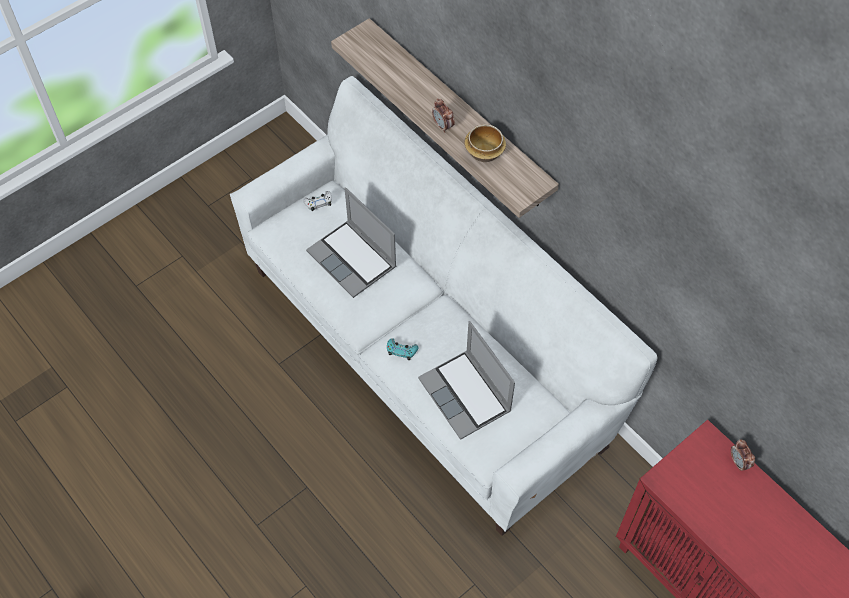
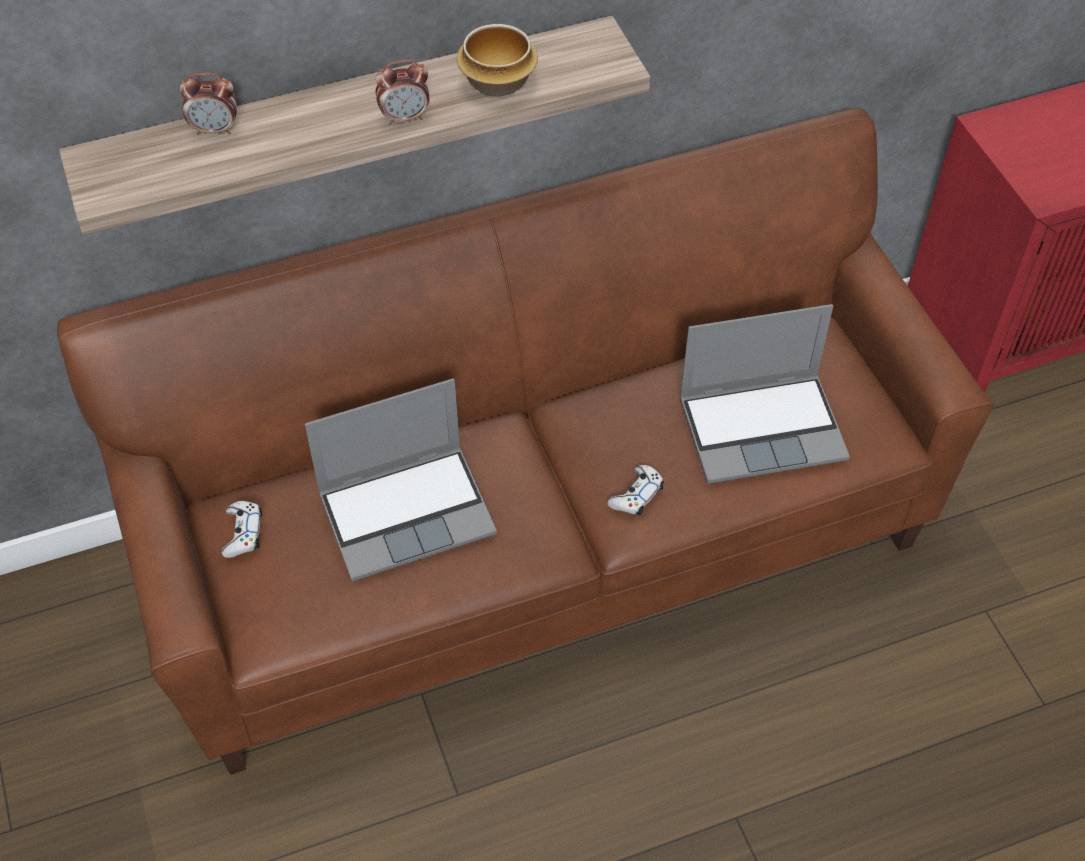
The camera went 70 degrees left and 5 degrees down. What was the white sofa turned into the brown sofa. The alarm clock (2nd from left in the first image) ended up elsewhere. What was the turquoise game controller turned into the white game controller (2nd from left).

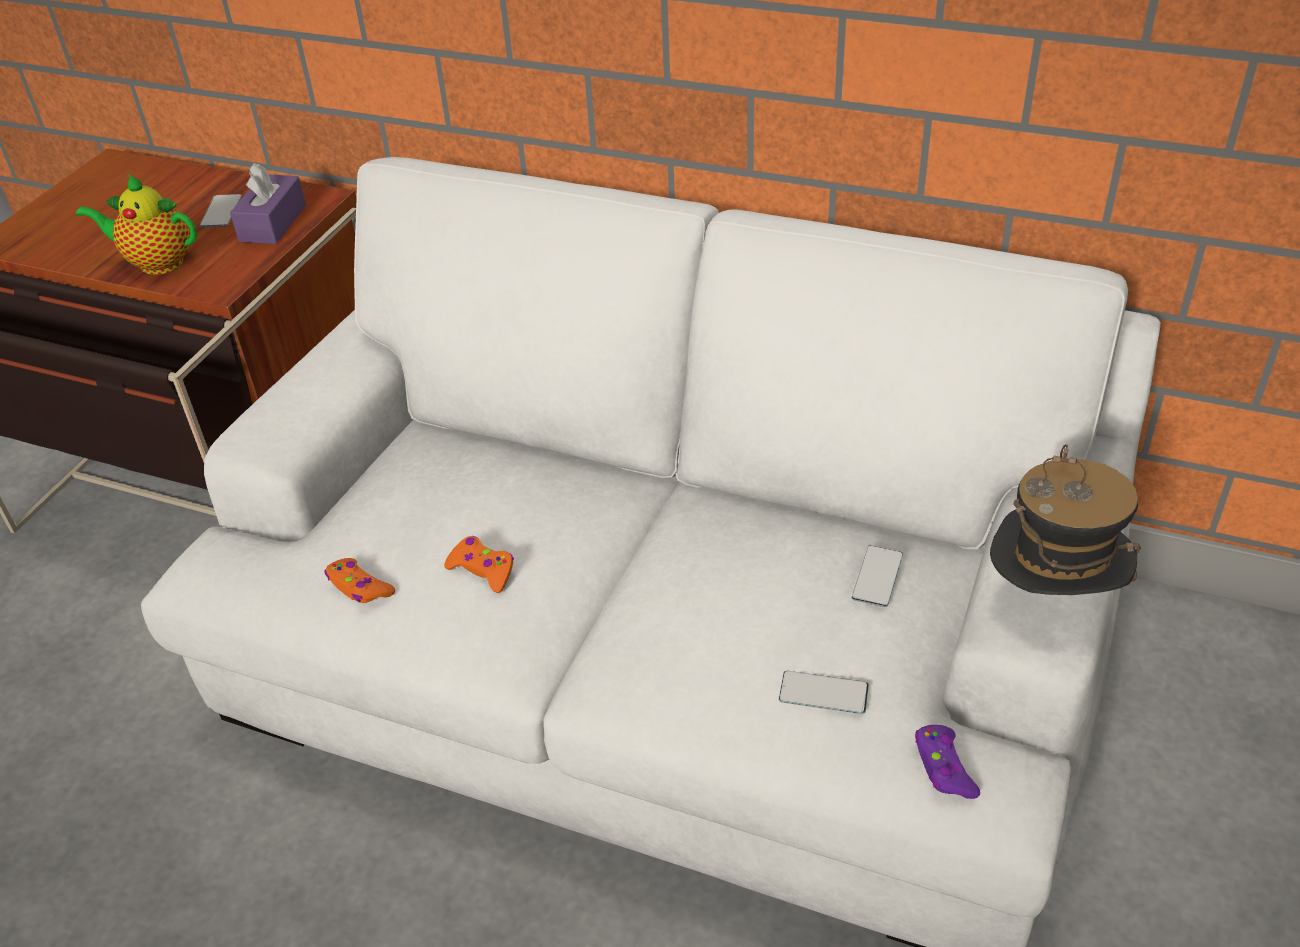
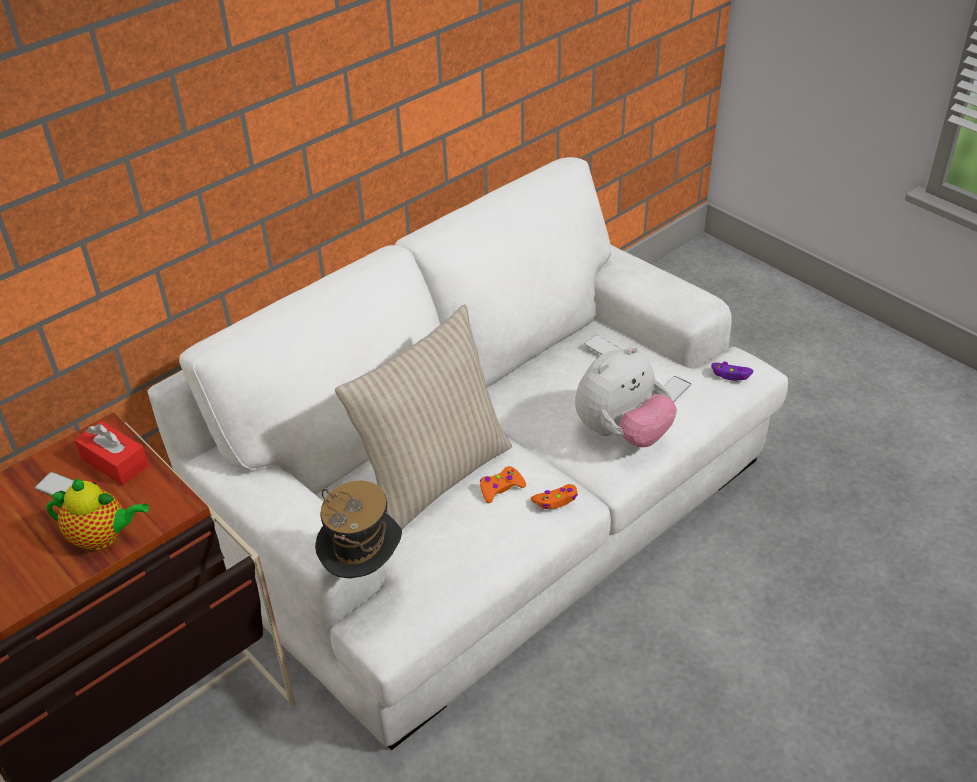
The camera went 65 degrees left and 0 degrees up. The teapot ended up facing another way, 120 degrees counterclockwise from before. What was the purple tissue box turned into the red tissue box. The hat ended up elsewhere. The second view gained the beige pillow. The orange game controller (1st from left in the first image) ended up elsewhere. The second view gained the plush toy.

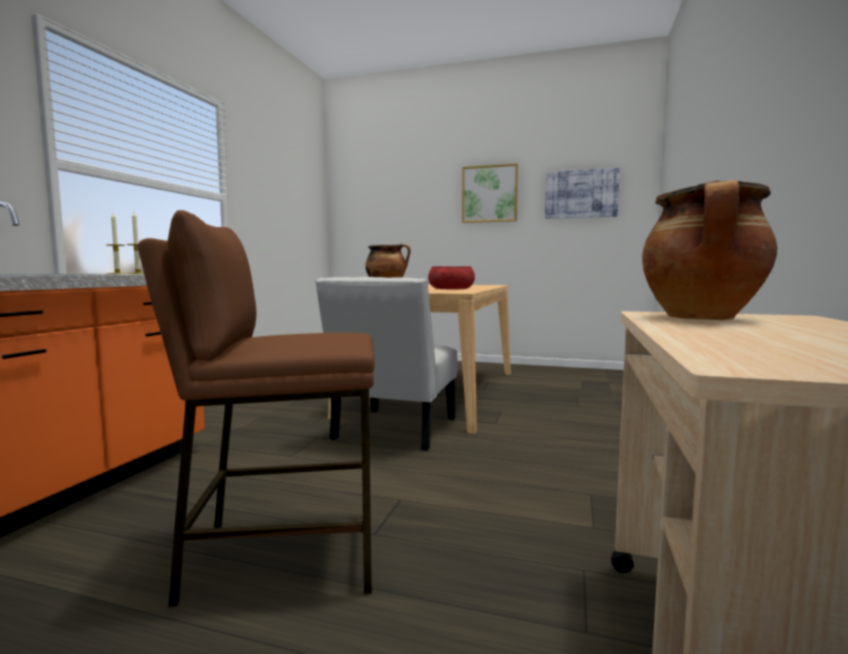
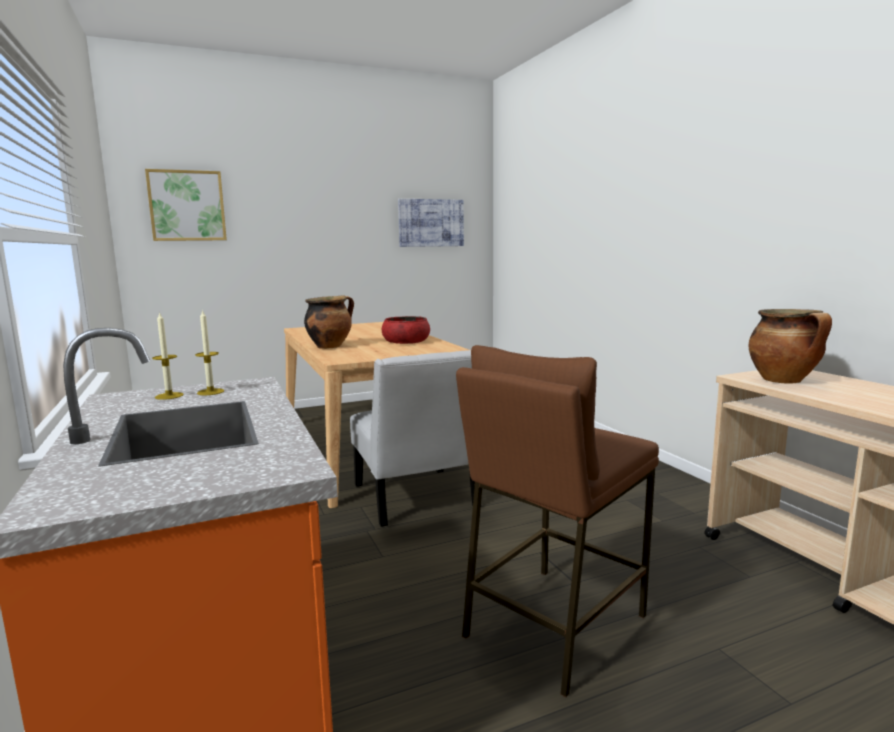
The camera went 40 degrees left and 5 degrees up. The picture (1st from left) ended up elsewhere.

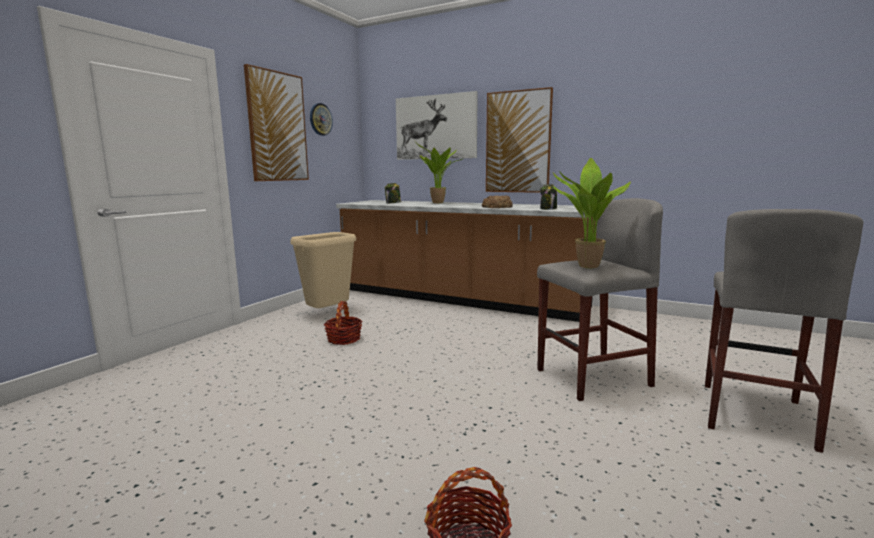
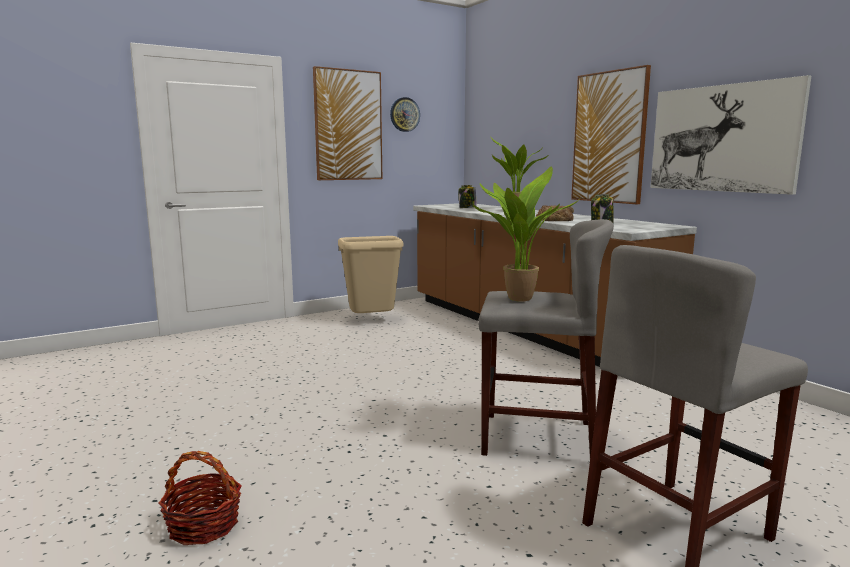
The camera went 30 degrees right and 0 degrees up. The picture (2nd from left in the first image) ended up elsewhere. The second view lost the basket (1st from left).

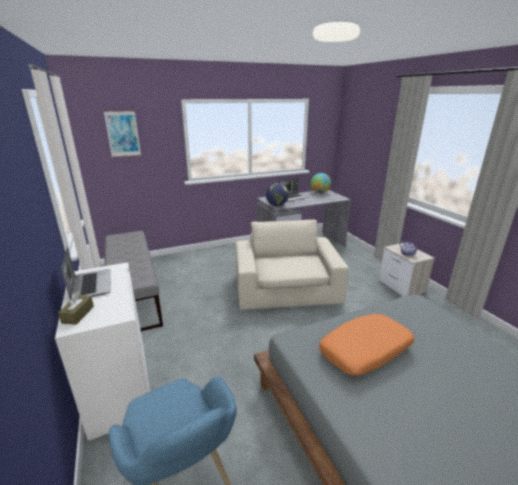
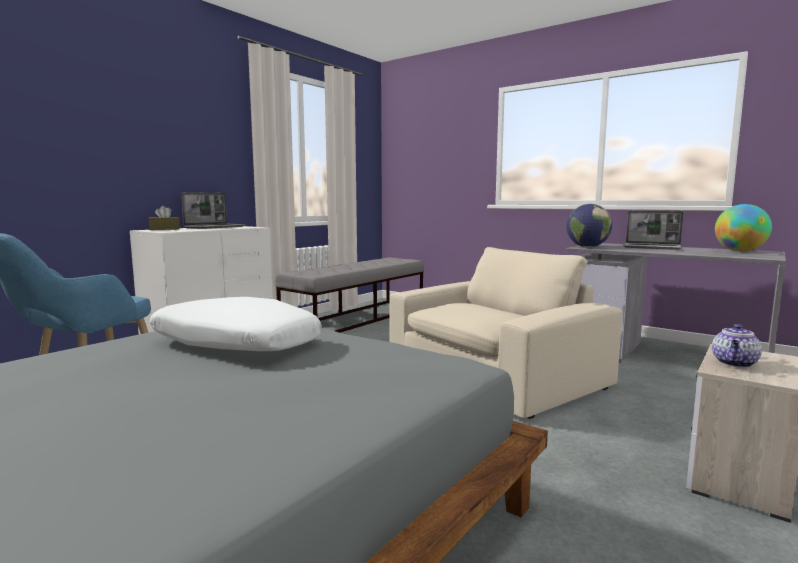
The camera went 60 degrees right and 15 degrees down. What was the orange pillow turned into the white pillow. The second view lost the picture.

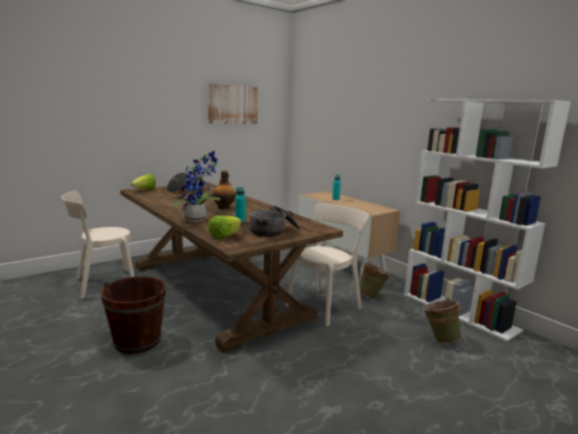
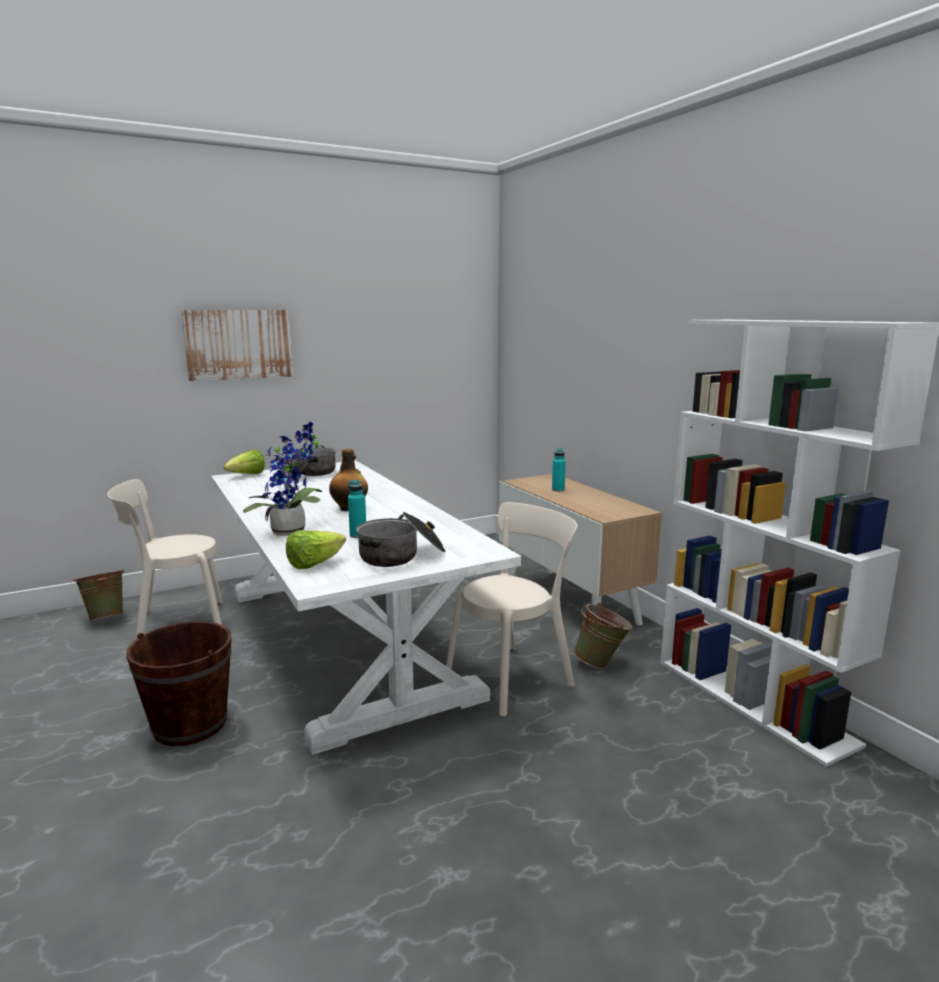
The camera went 10 degrees right and 0 degrees up. The green bucket (2nd from left in the first image) ended up elsewhere. The picture ended up elsewhere. What was the brown dining table turned into the white dining table.

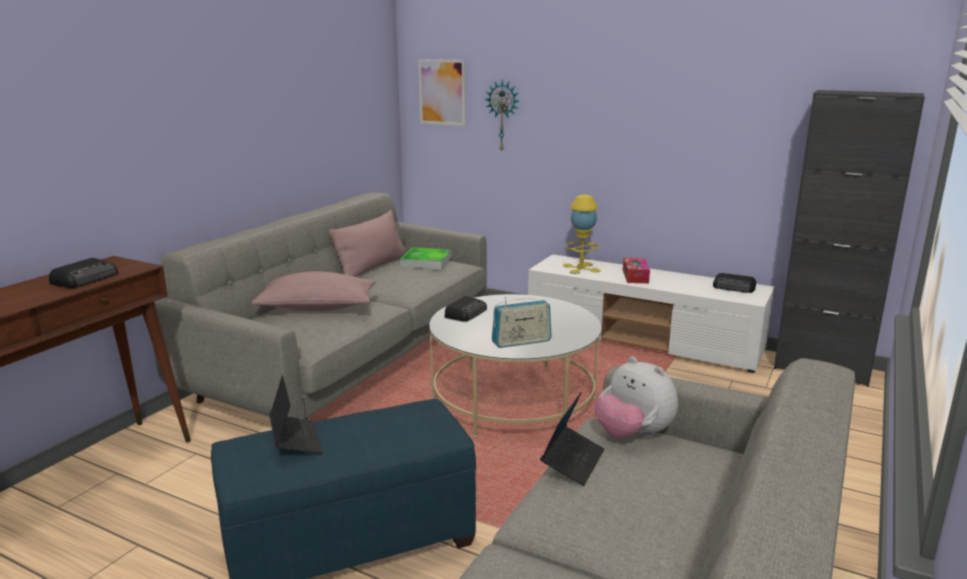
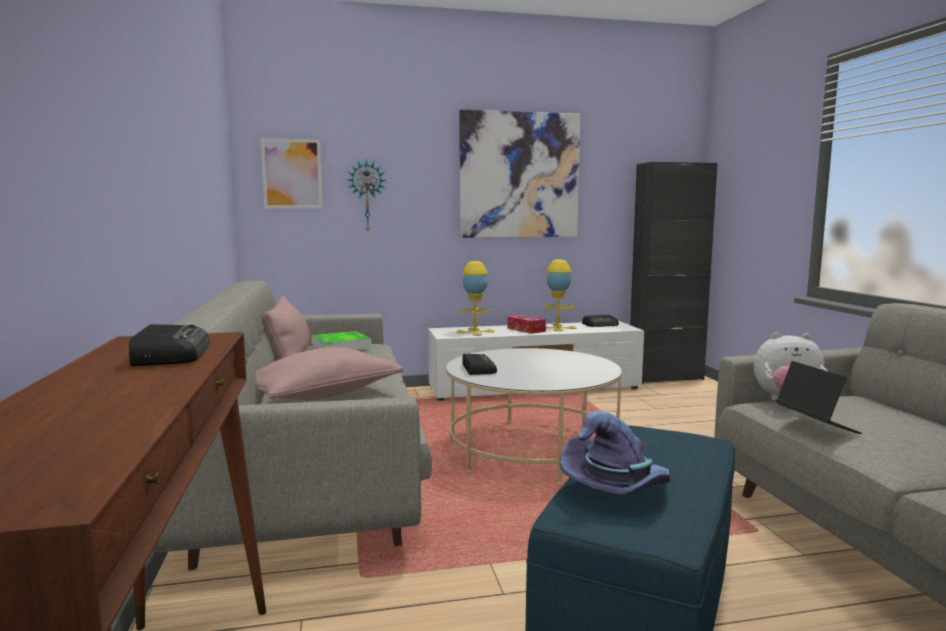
The camera went 40 degrees left and 10 degrees down. The second view gained the picture (2nd from left). The second view gained the yellow table lamp (2nd from left). Where the laptop (1st from left) stood, the purple hat came to stand. The second view lost the radio (3rd from left).

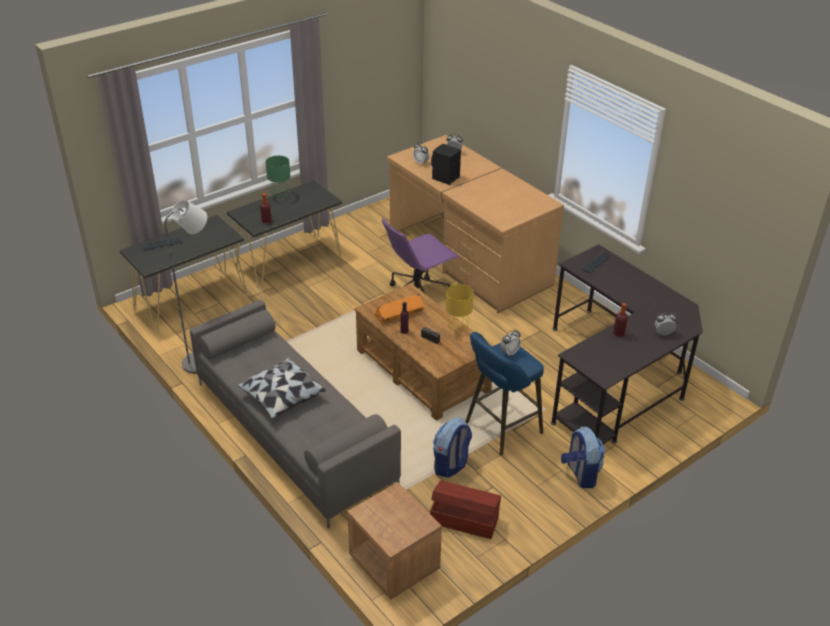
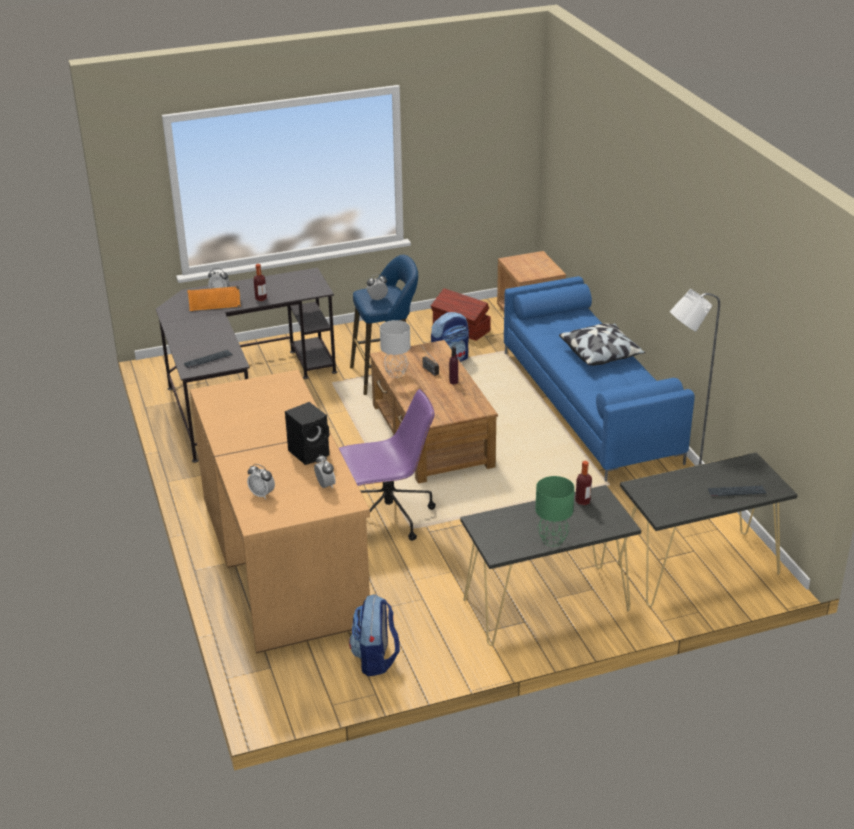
The camera went 160 degrees left and 5 degrees down. The orange speaker ended up elsewhere. The backpack (2nd from left in the first image) ended up elsewhere. What was the yellow table lamp turned into the grey table lamp. What was the grey sofa turned into the blue sofa.

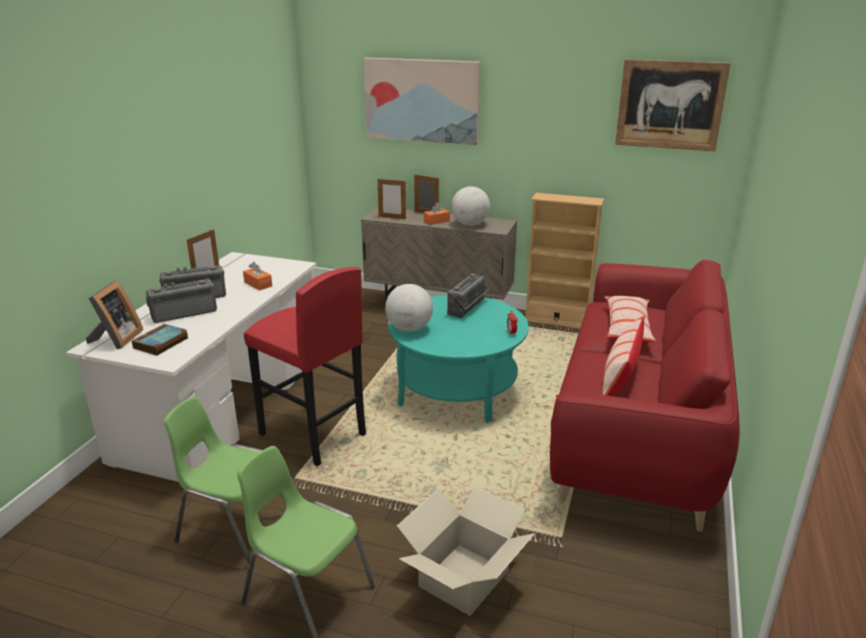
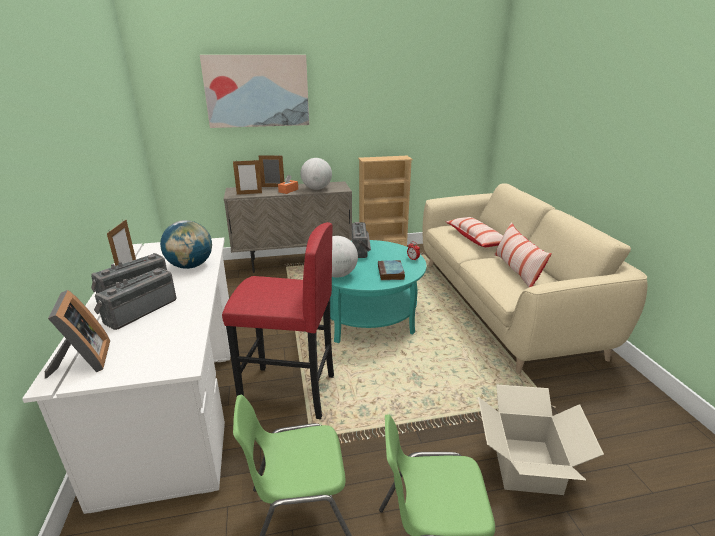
The camera went 30 degrees left and 0 degrees up. Where the orange tissue box (1st from left) stood, the globe (1st from left) came to stand. The book ended up elsewhere. What was the red sofa turned into the beige sofa. The second view lost the picture (2nd from left).

